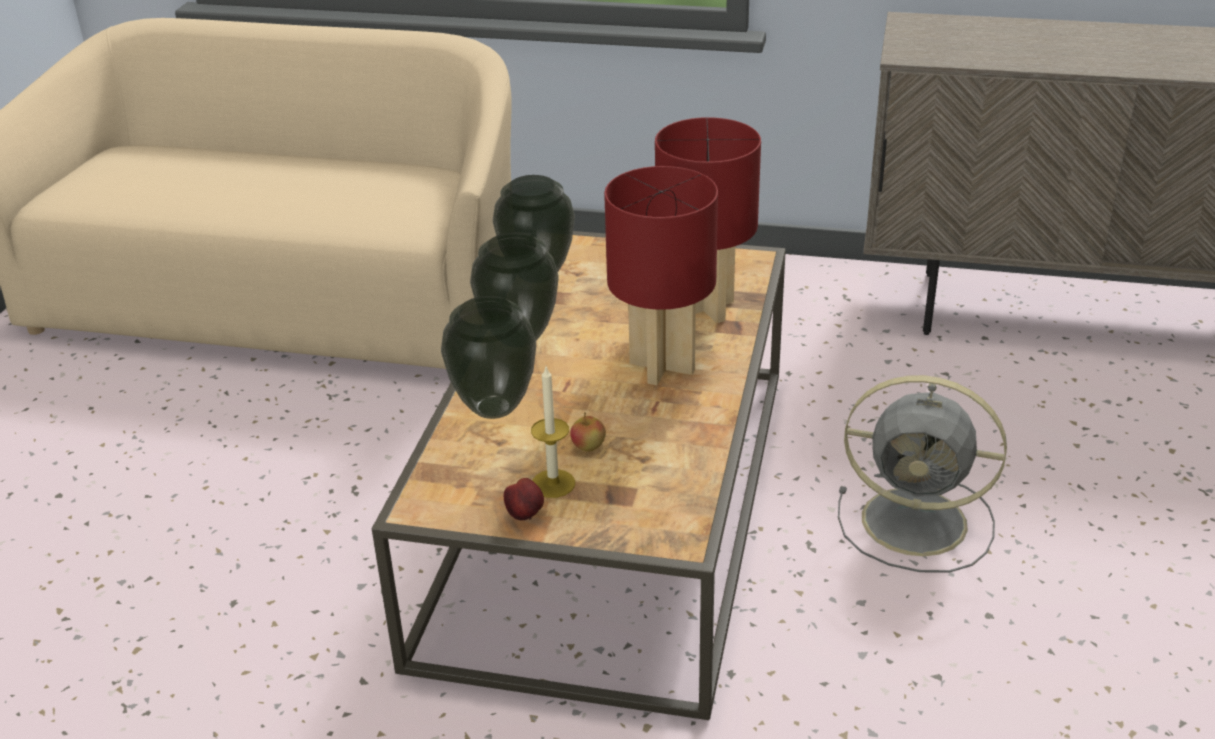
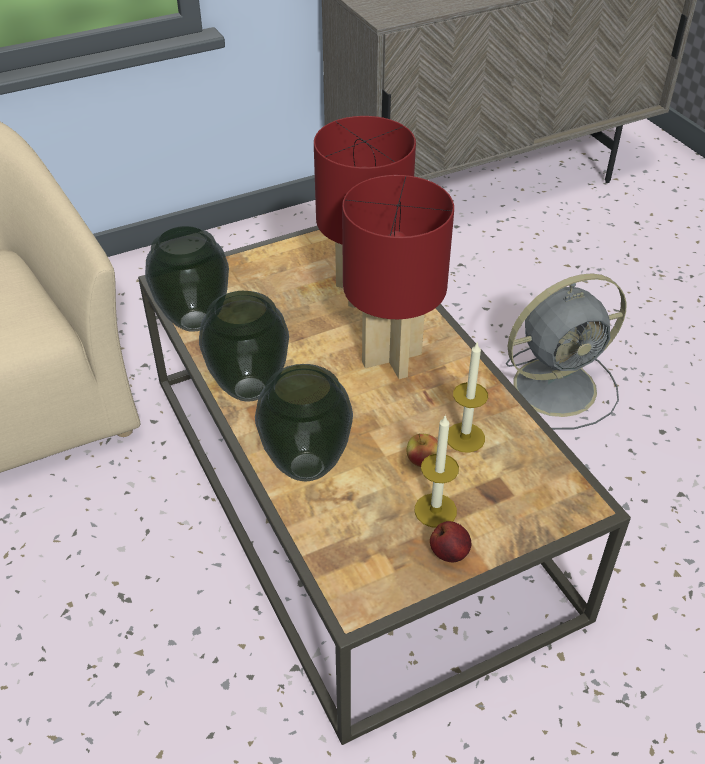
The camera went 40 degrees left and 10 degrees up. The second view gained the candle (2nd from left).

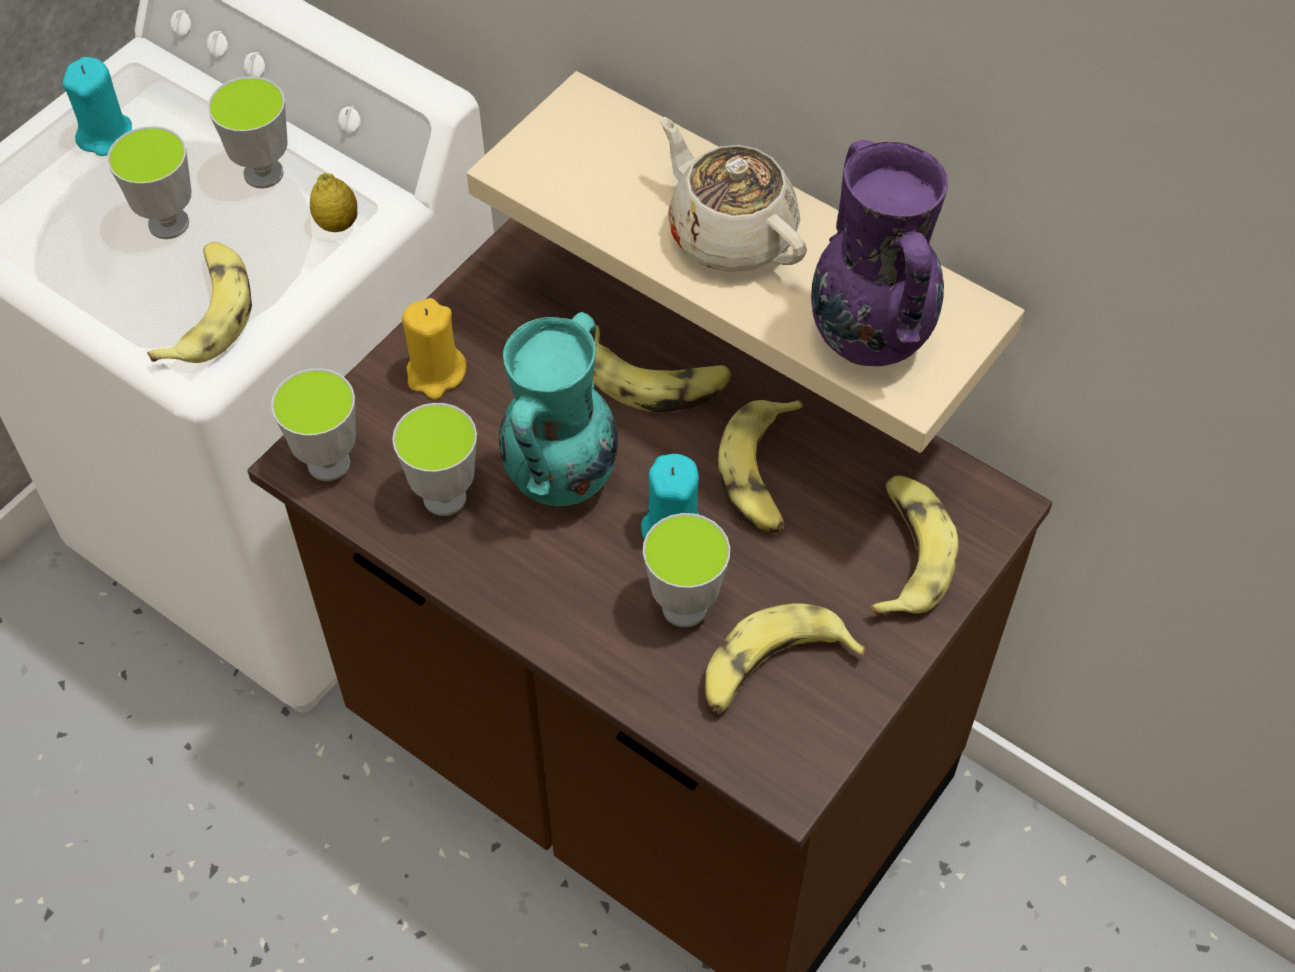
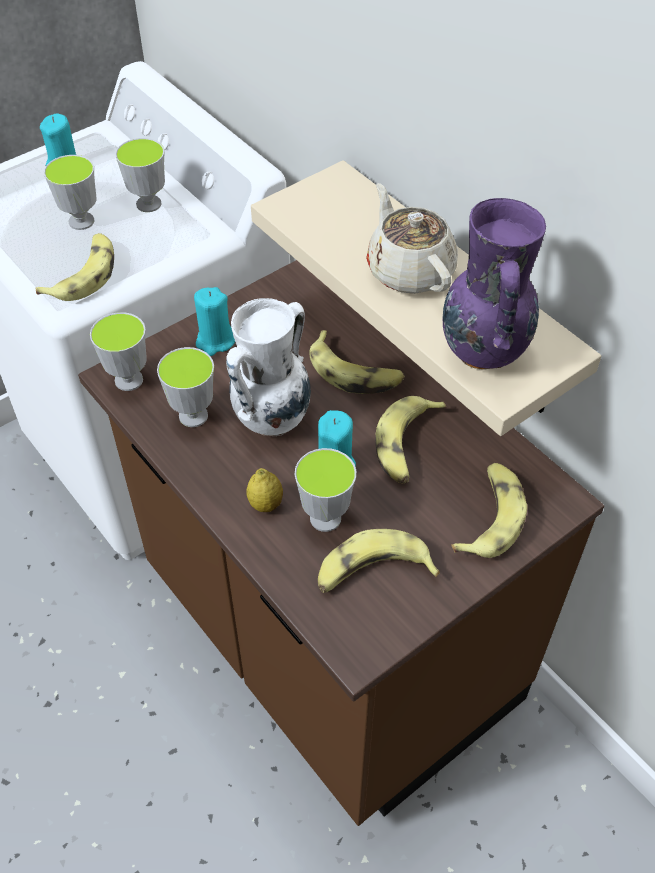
The camera went 15 degrees right and 5 degrees down. What was the yellow candle turned into the turquoise candle (2nd from left). What was the turquoise vase turned into the white vase. The lemon ended up elsewhere.

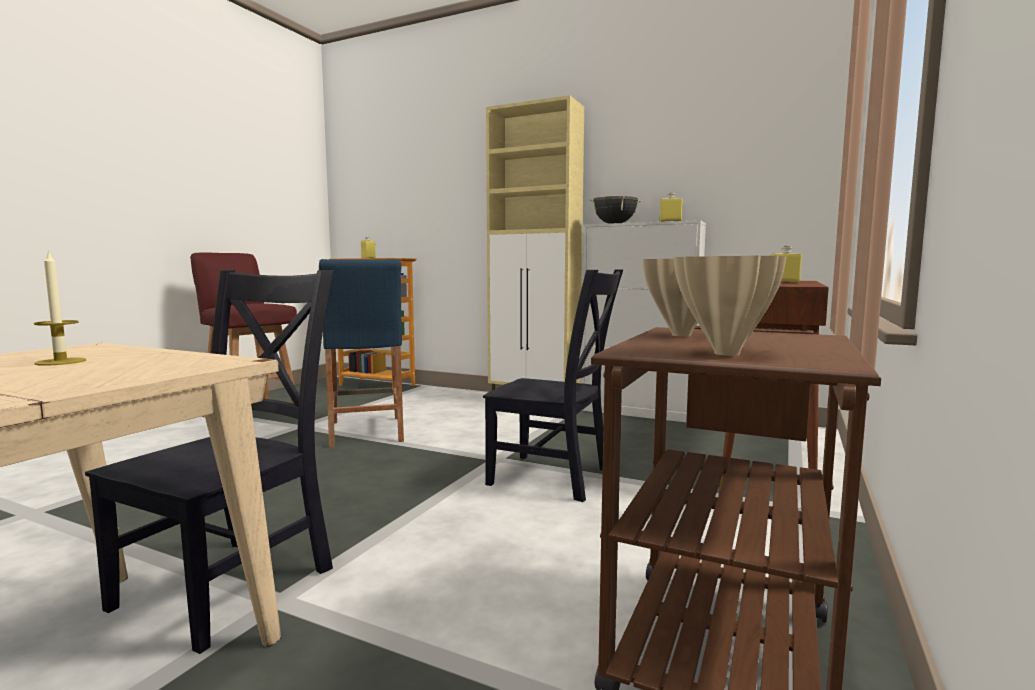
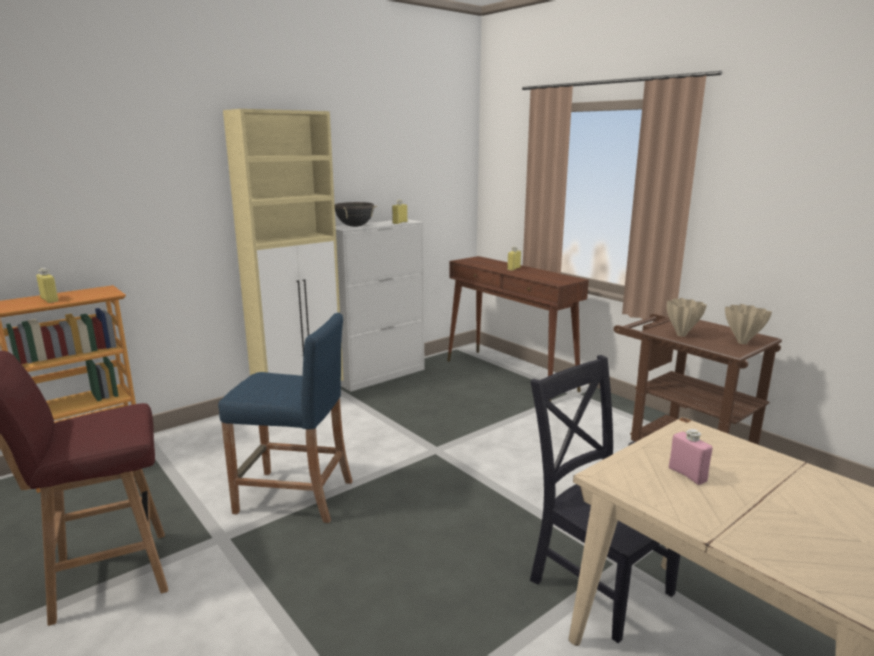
The camera went 65 degrees left and 10 degrees up. Where the candle stood, the pink bottle came to stand. The second view lost the black chair (2nd from left).

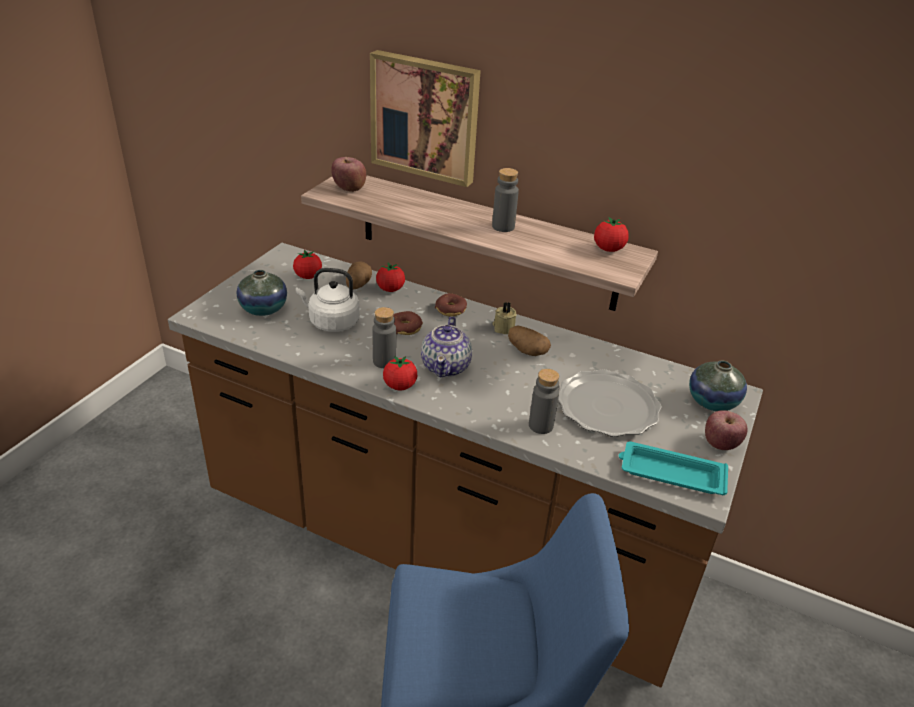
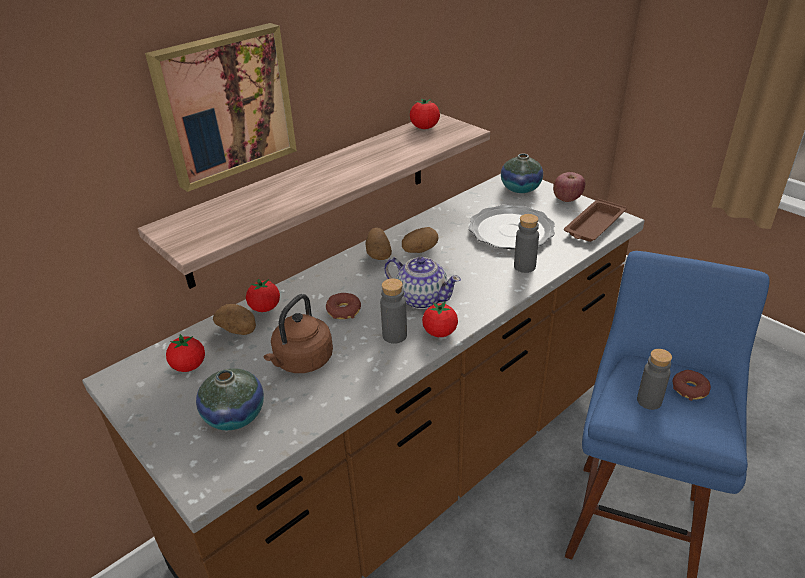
The camera went 65 degrees left and 0 degrees up. What was the white kettle turned into the brown kettle. Where the beige candle stood, the potato (2nd from left) came to stand. What was the turquoise tray turned into the brown tray. The grey bottle (2nd from left in the first image) ended up elsewhere. The donut (2nd from left) ended up elsewhere. The second view lost the apple (1st from left).

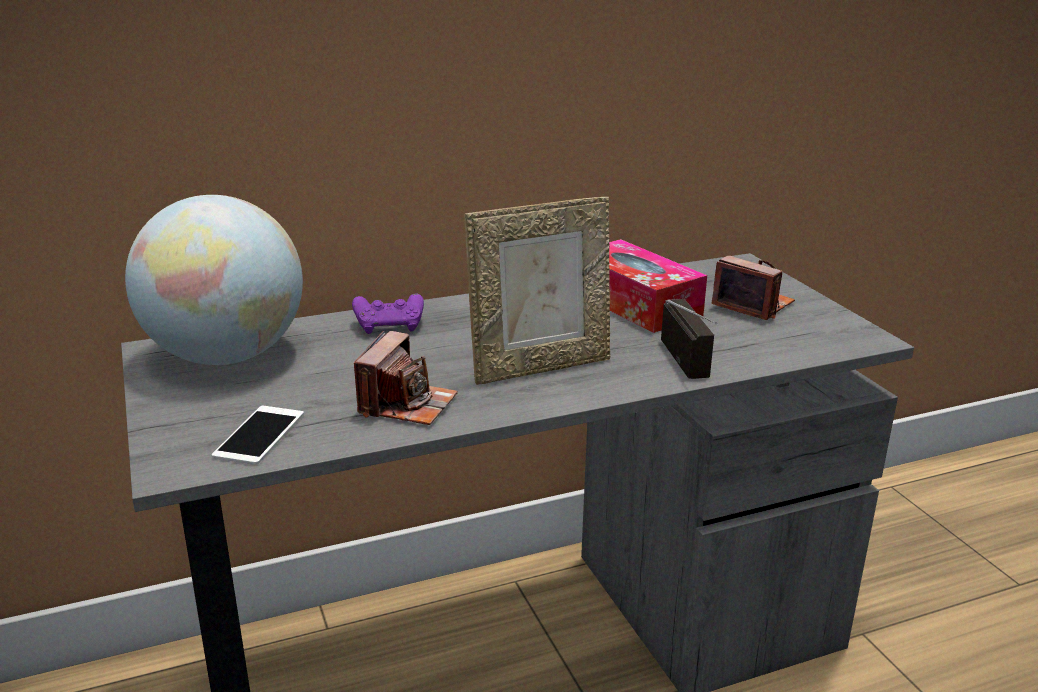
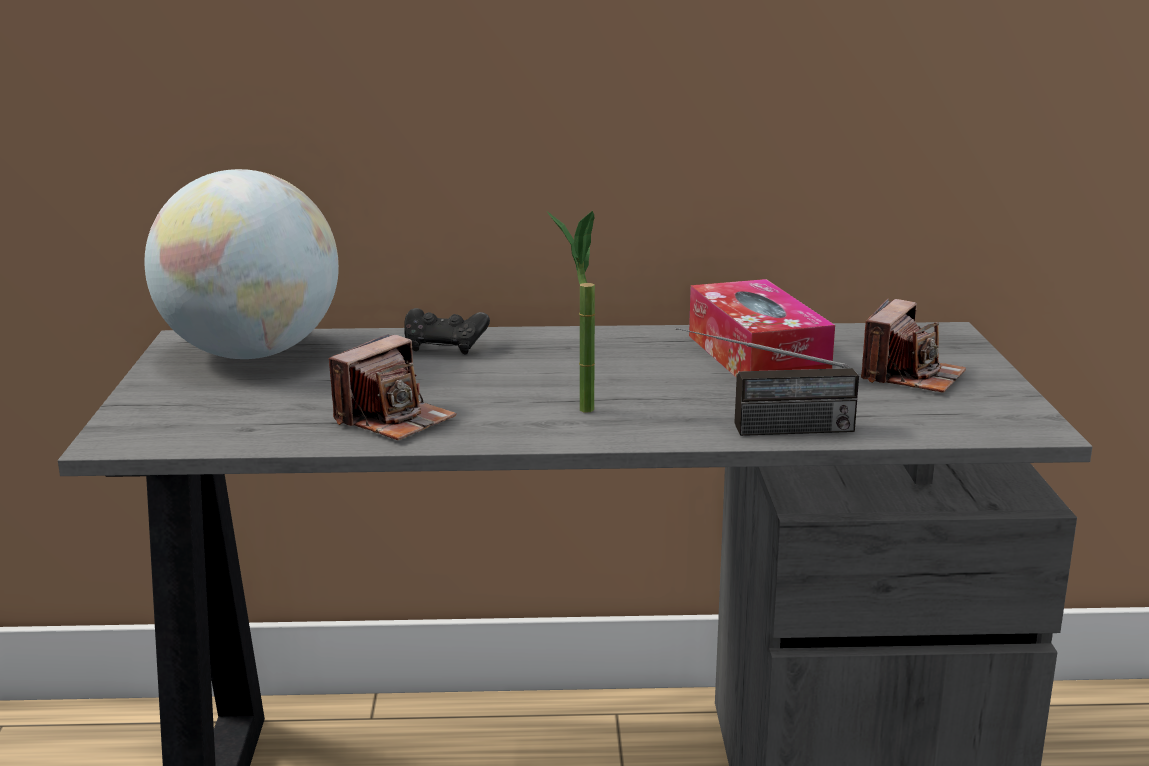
The camera went 20 degrees right and 5 degrees down. What was the purple game controller turned into the black game controller. Where the picture frame stood, the potted plant came to stand. The radio ended up facing another way, 75 degrees clockwise from before. The photo camera (2nd from left) ended up facing another way, 60 degrees clockwise from before. The second view lost the phone.

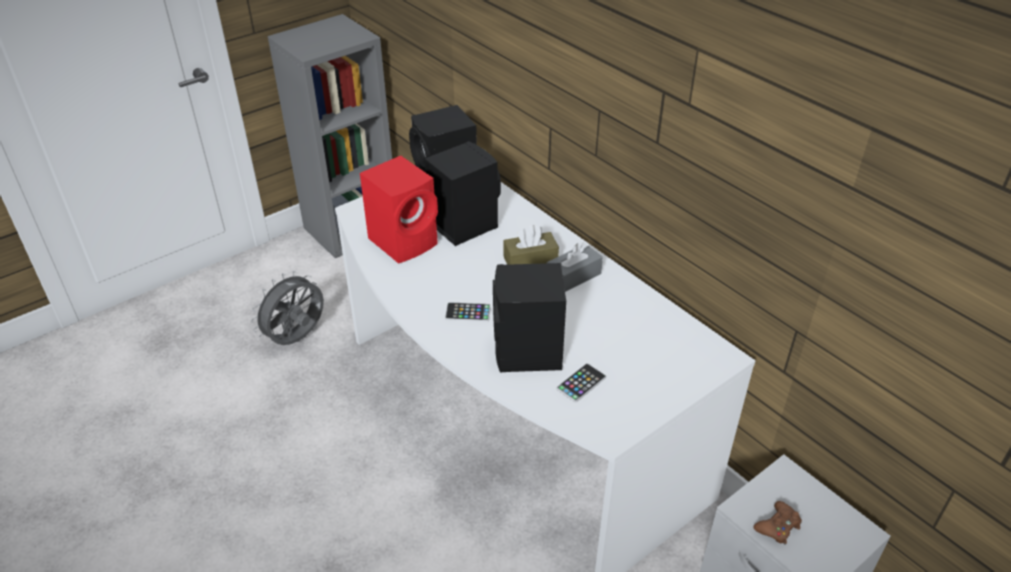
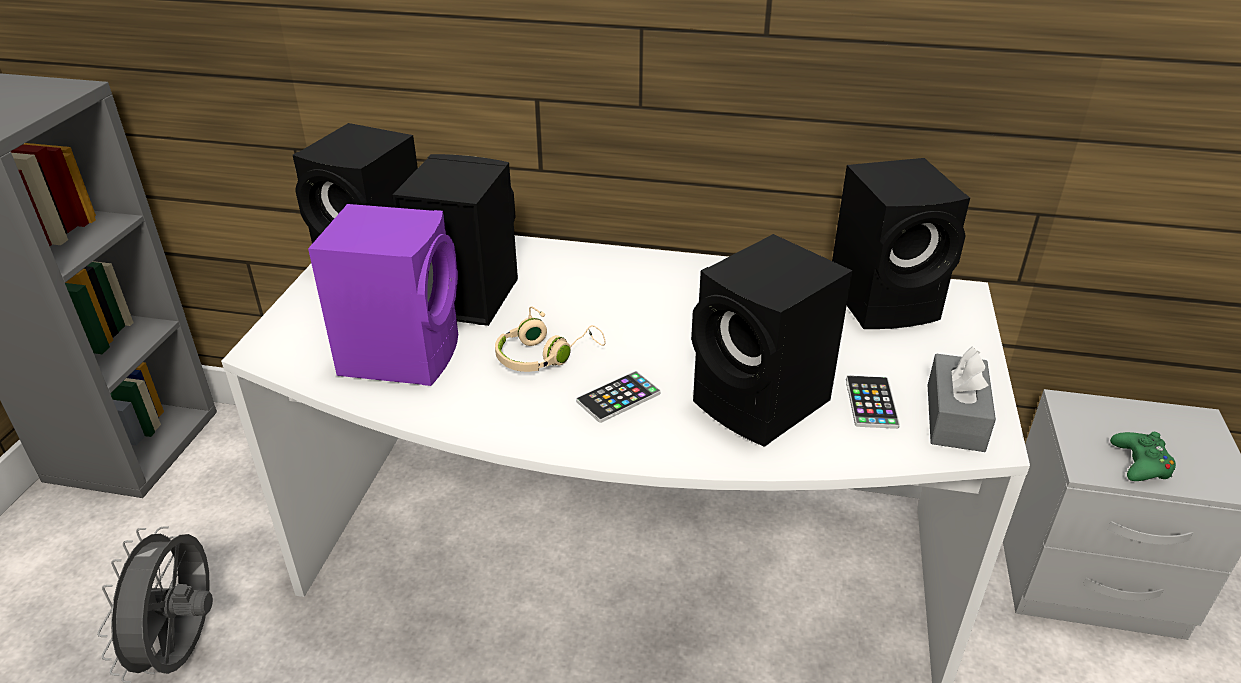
The camera went 40 degrees left and 5 degrees down. What was the red speaker turned into the purple speaker. The second view gained the beige headphones. The second view gained the black speaker (4th from left). The grey tissue box ended up elsewhere. What was the brown game controller turned into the green game controller. The second view lost the brown tissue box.

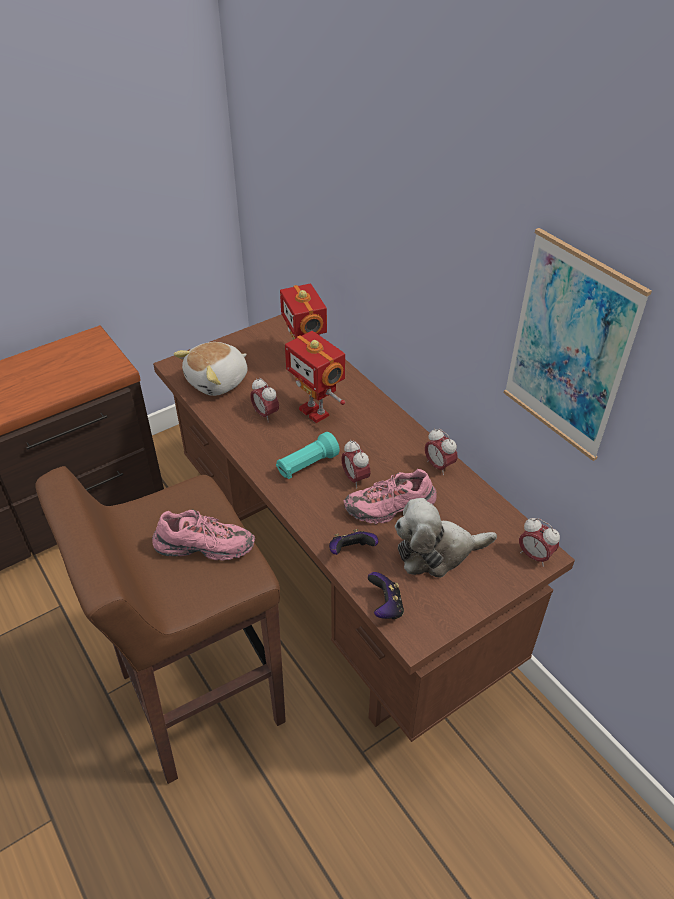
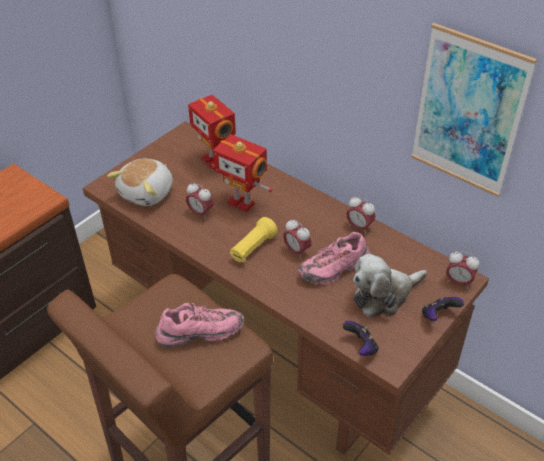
The camera went 15 degrees left and 0 degrees up. What was the turquoise flashlight turned into the yellow flashlight. The game controller (1st from left in the first image) ended up elsewhere.

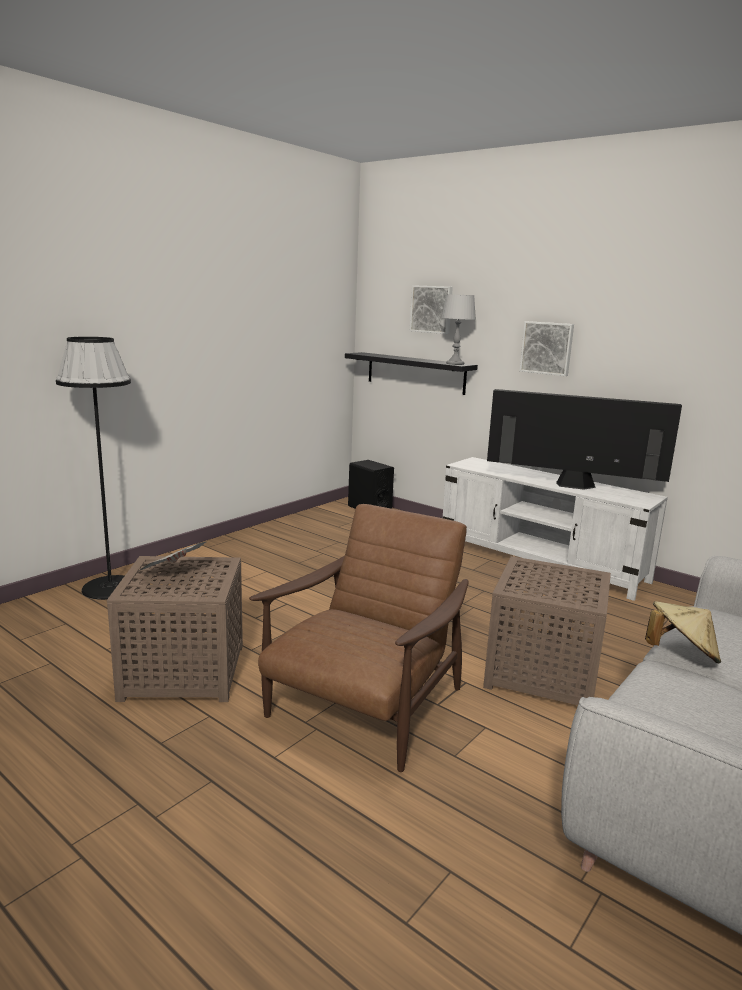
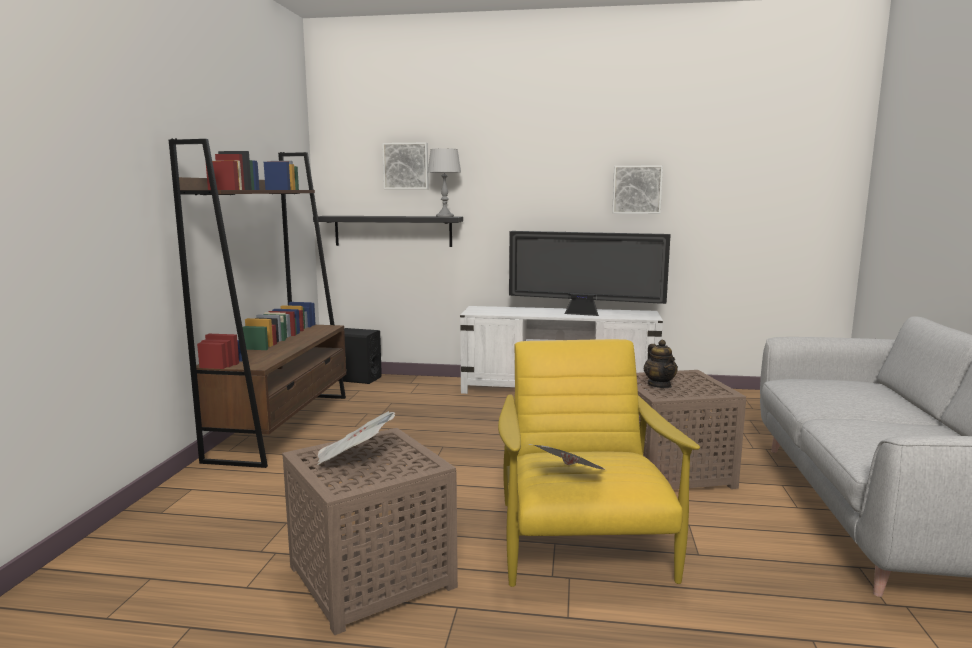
The camera went 30 degrees left and 5 degrees down. The second view gained the brown bookcase. What was the brown armchair turned into the yellow armchair. The television ended up facing another way, 150 degrees counterclockwise from before. The second view gained the newspaper (2nd from left). The picture (2nd from left) ended up elsewhere. The second view gained the teapot. The second view lost the black floor lamp. The second view lost the beige hat.

